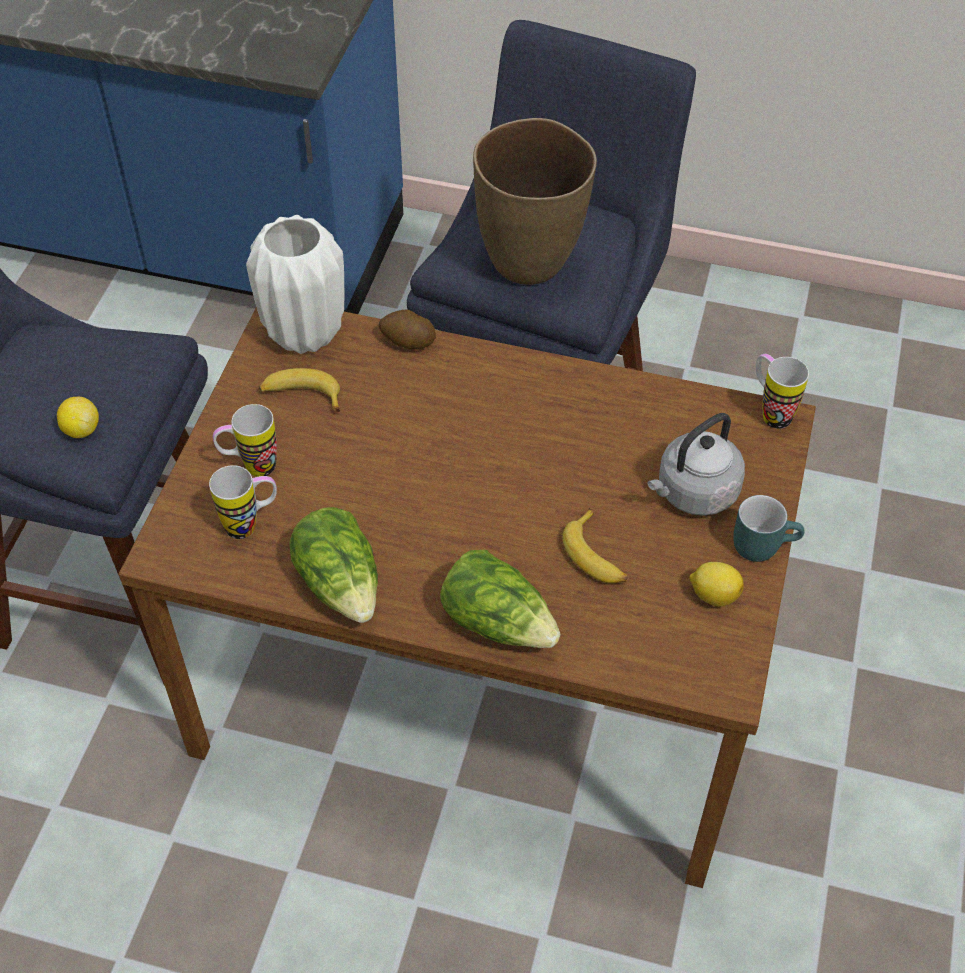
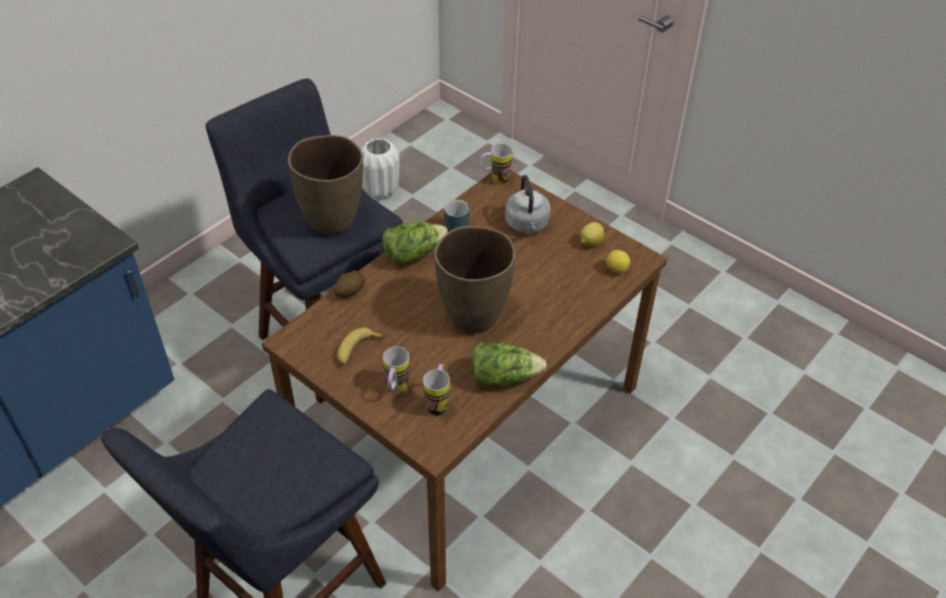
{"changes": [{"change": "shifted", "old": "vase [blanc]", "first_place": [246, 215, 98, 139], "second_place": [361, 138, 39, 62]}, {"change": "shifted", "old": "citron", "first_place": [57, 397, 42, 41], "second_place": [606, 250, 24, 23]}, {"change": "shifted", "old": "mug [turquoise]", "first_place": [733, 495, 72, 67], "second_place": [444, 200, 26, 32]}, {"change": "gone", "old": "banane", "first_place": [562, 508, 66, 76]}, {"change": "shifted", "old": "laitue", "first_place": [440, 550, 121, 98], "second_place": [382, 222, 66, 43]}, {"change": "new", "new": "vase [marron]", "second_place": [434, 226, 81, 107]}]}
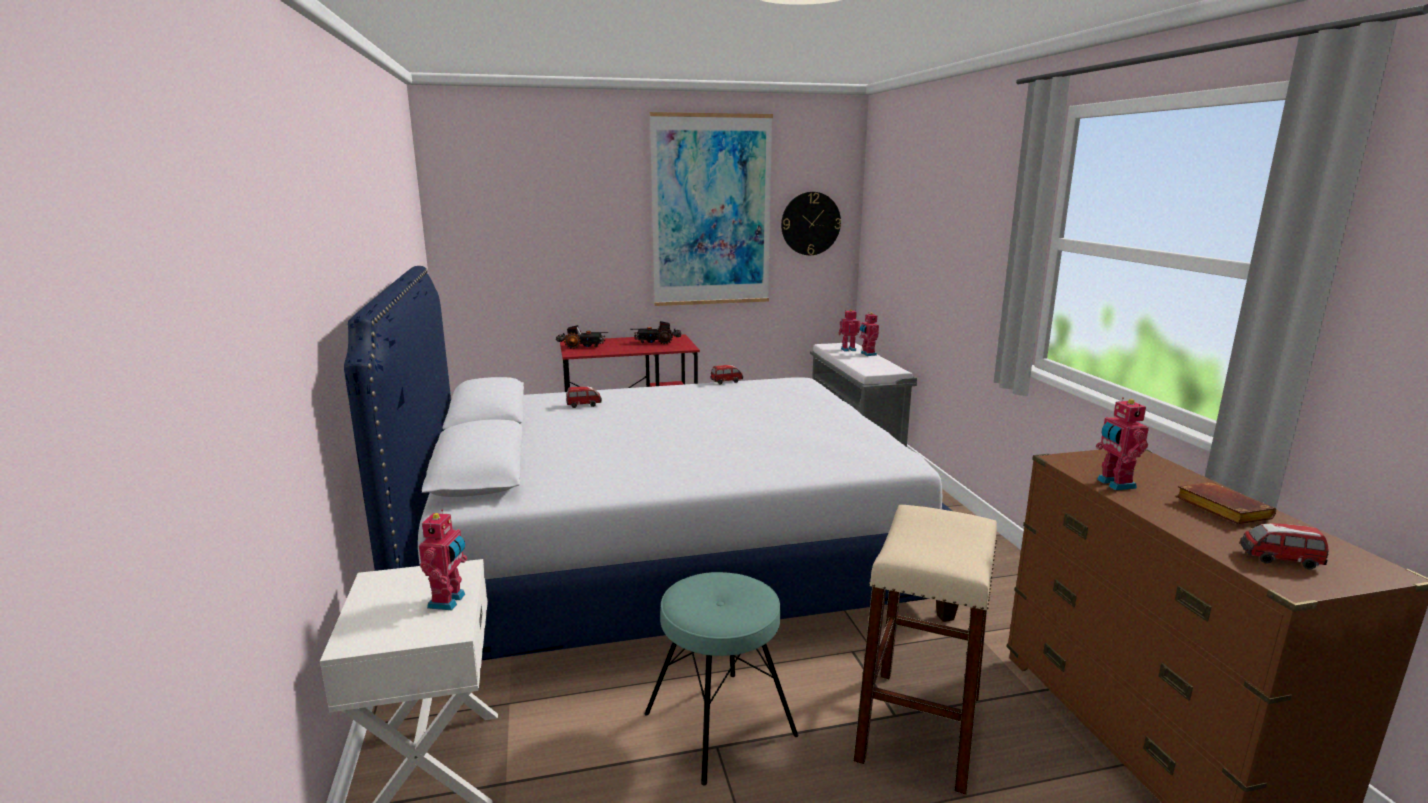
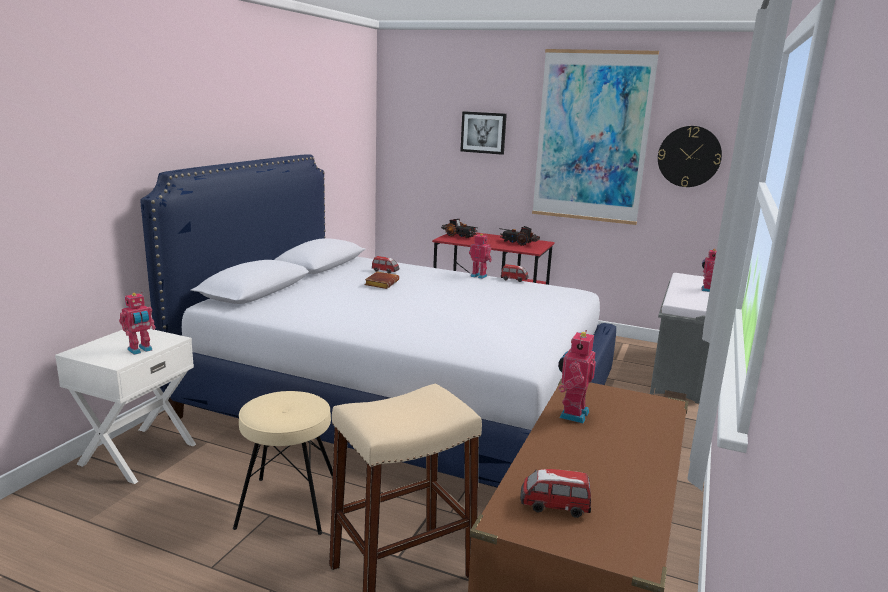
{"changes": [{"change": "shifted", "old": "robot jouet", "first_place": [839, 309, 21, 42], "second_place": [469, 233, 23, 46]}, {"change": "shifted", "old": "livre [marron]", "first_place": [1175, 482, 101, 42], "second_place": [365, 272, 34, 17]}, {"change": "rotated", "old": "petite voiture", "first_place": [1240, 523, 89, 47], "second_place": [520, 469, 71, 49], "degrees": -45}, {"change": "repainted", "old": "tabouret [turquoise]", "new": "tabouret [beige]", "first_place": [644, 572, 155, 213], "second_place": [233, 391, 100, 144]}, {"change": "new", "new": "tableau", "second_place": [460, 111, 47, 44]}]}
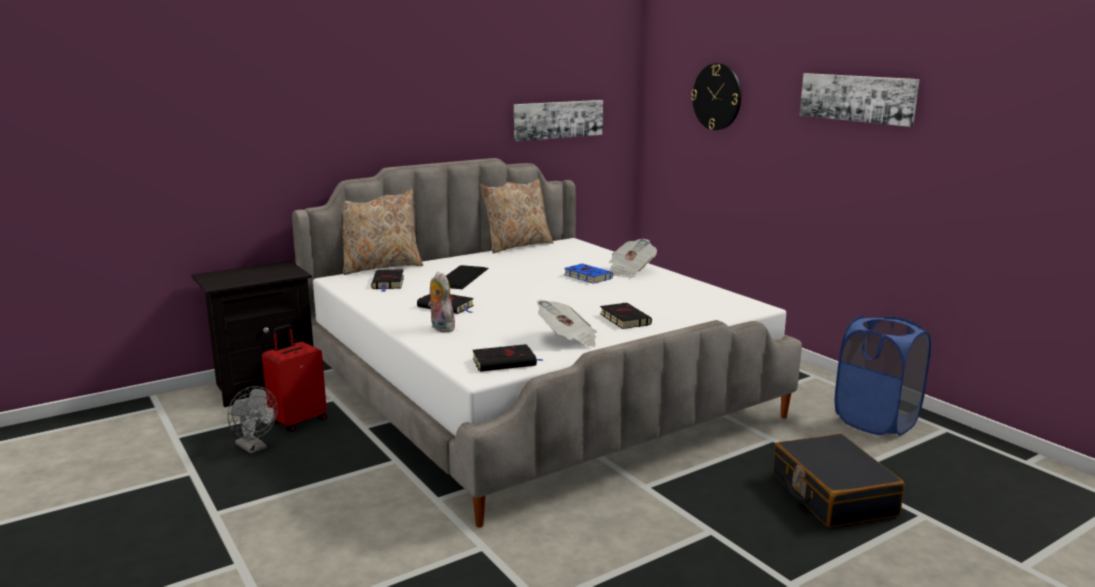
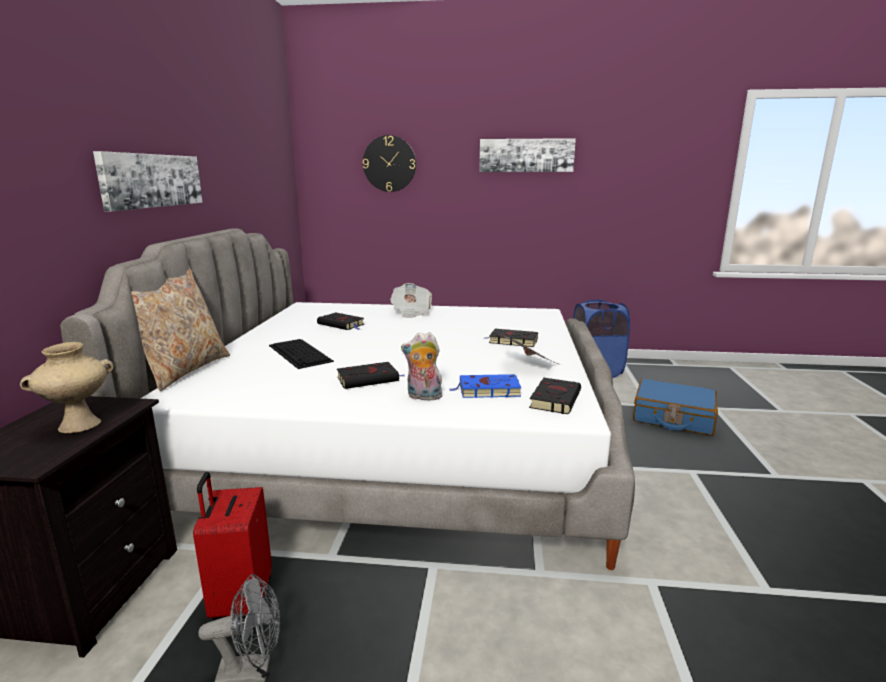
{"changes": [{"change": "shifted", "old": "tableau", "first_place": [514, 100, 89, 41], "second_place": [93, 151, 110, 60]}, {"change": "gone", "old": "coussin [beige]", "first_place": [480, 179, 74, 74]}, {"change": "shifted", "old": "livre [bleu]", "first_place": [564, 264, 49, 20], "second_place": [450, 374, 72, 24]}, {"change": "shifted", "old": "livre [noir]", "first_place": [371, 269, 33, 23], "second_place": [317, 313, 47, 17]}, {"change": "repainted", "old": "valise [noir]", "new": "valise [bleu]", "first_place": [773, 434, 132, 94], "second_place": [633, 379, 85, 57]}, {"change": "new", "new": "vase [beige]", "second_place": [20, 342, 94, 91]}]}
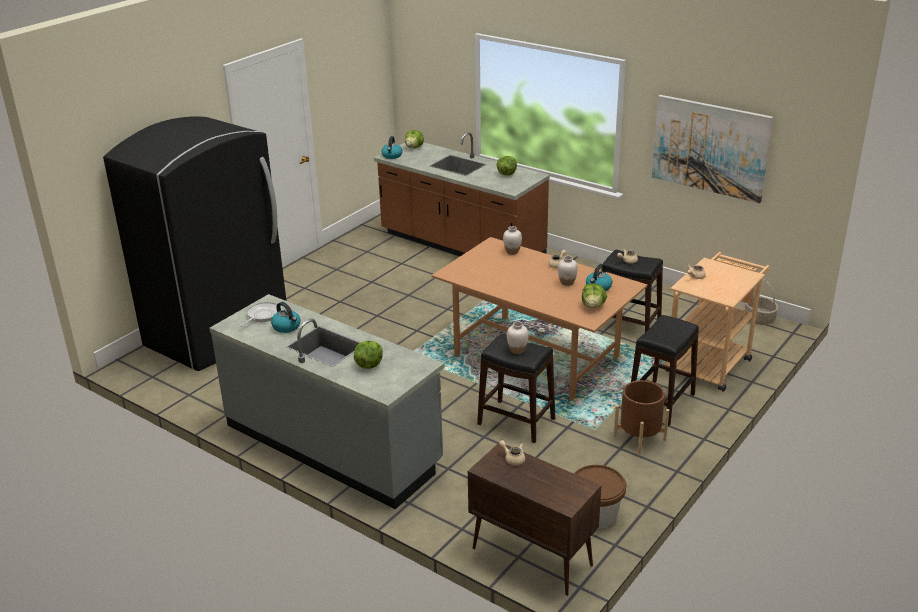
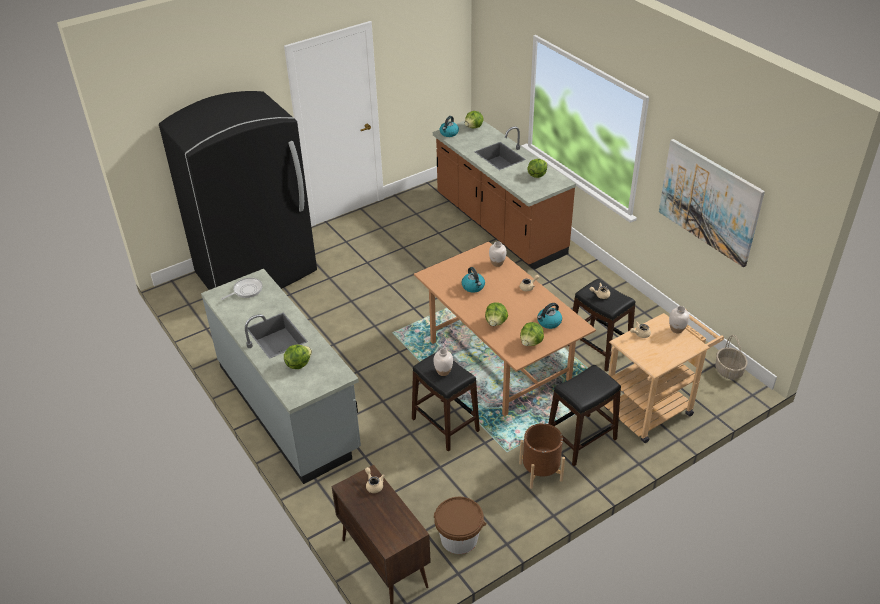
{"changes": [{"change": "shifted", "old": "vase [blanc]", "first_place": [558, 256, 20, 30], "second_place": [669, 306, 20, 27]}, {"change": "shifted", "old": "bouilloire", "first_place": [271, 302, 29, 31], "second_place": [462, 267, 23, 26]}, {"change": "new", "new": "laitue", "second_place": [485, 302, 23, 24]}]}
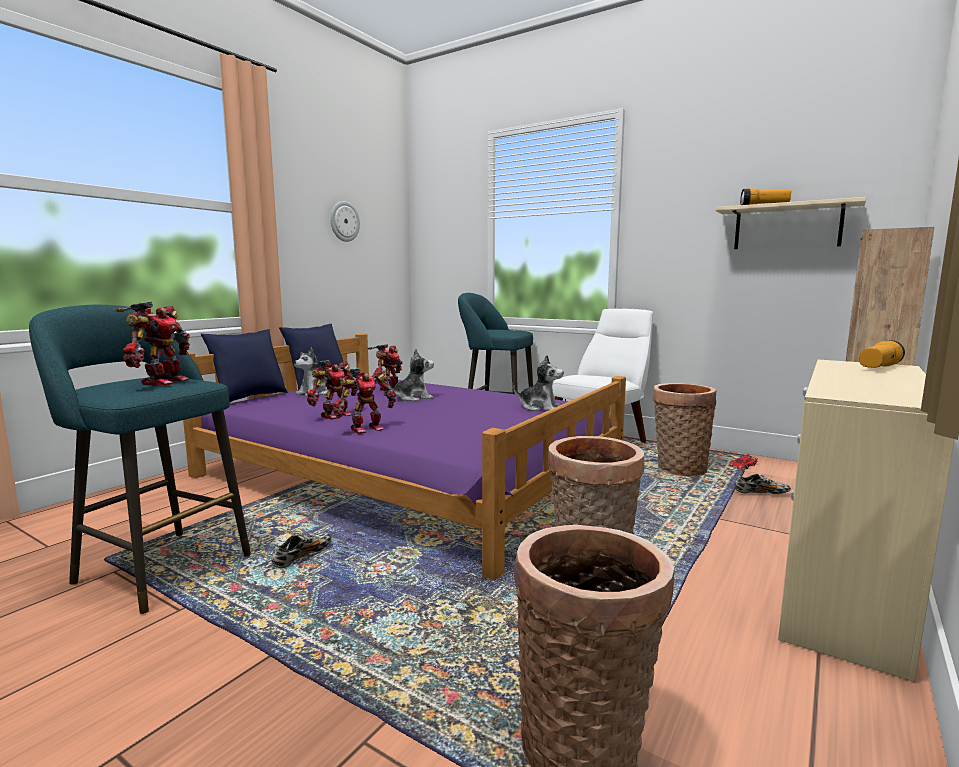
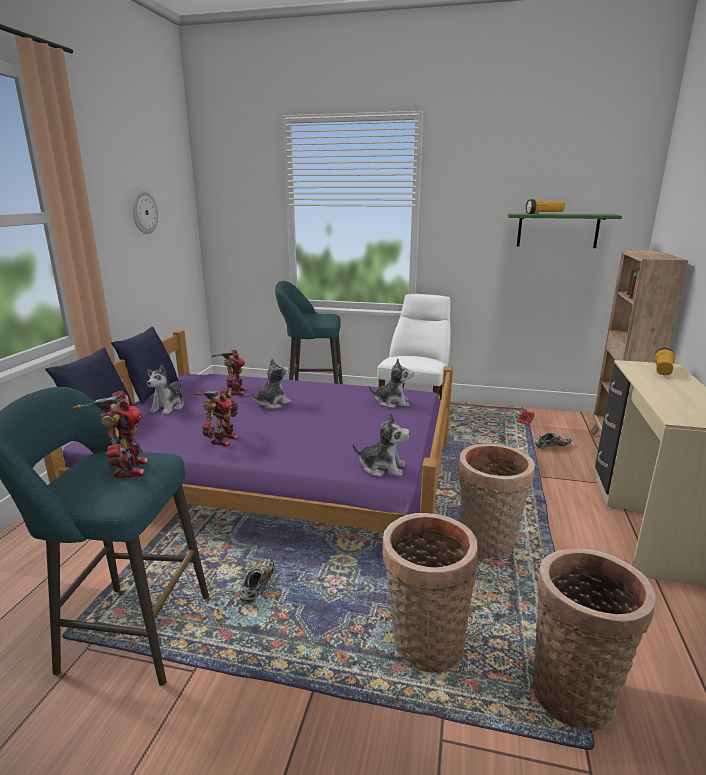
{"changes": [{"change": "repainted", "old": "étagère [beige]", "new": "étagère [vert]", "first_place": [715, 197, 151, 52], "second_place": [508, 213, 114, 35]}, {"change": "gone", "old": "robot jouet", "first_place": [333, 368, 63, 66]}, {"change": "shifted", "old": "panier", "first_place": [653, 383, 63, 94], "second_place": [382, 513, 96, 160]}, {"change": "new", "new": "peluche", "second_place": [352, 412, 58, 65]}]}
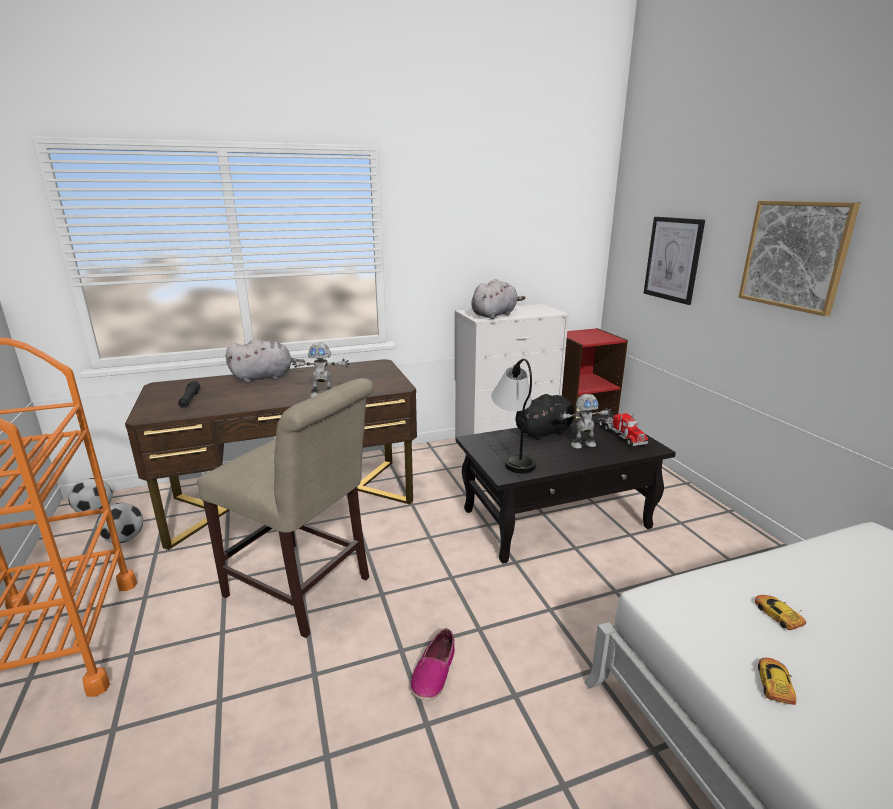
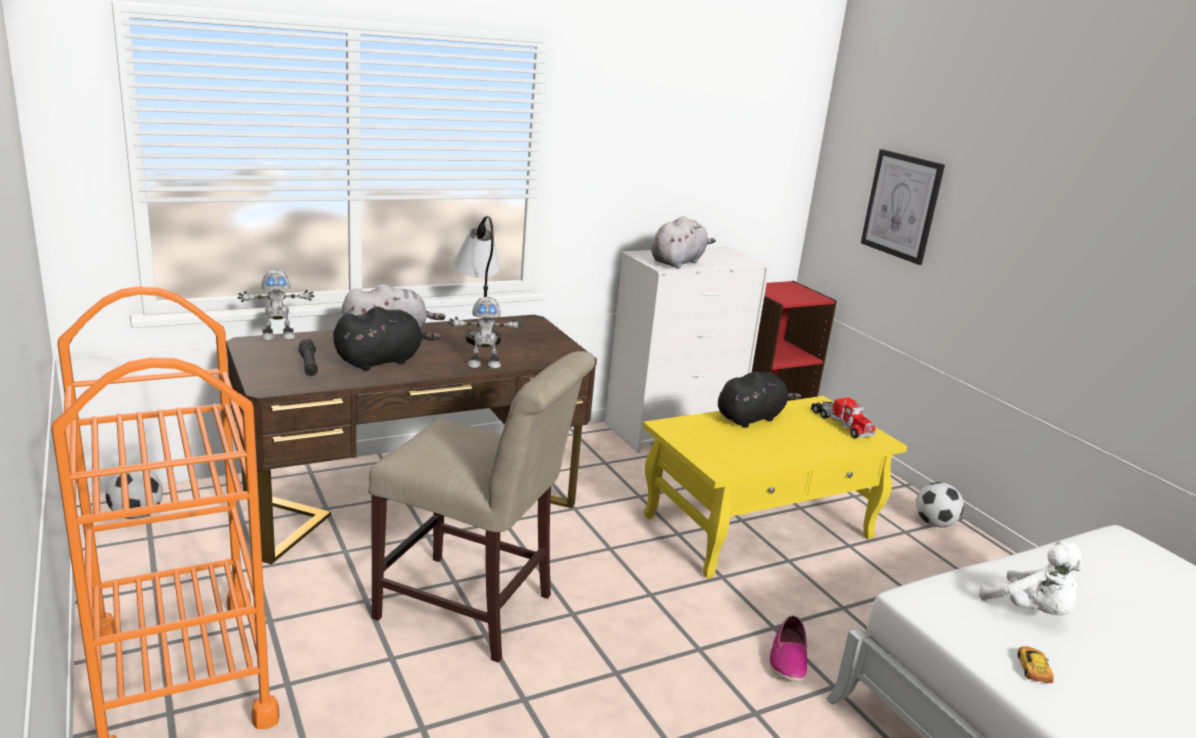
{"changes": [{"change": "gone", "old": "tableau", "first_place": [738, 201, 122, 115]}, {"change": "shifted", "old": "lampe de table", "first_place": [491, 359, 45, 114], "second_place": [454, 216, 47, 130]}, {"change": "shifted", "old": "robot jouet", "first_place": [559, 394, 52, 55], "second_place": [238, 270, 76, 71]}, {"change": "repainted", "old": "table basse [noir]", "new": "table basse [jaune]", "first_place": [456, 413, 220, 151], "second_place": [643, 396, 264, 183]}, {"change": "shifted", "old": "ballon de foot", "first_place": [97, 503, 46, 40], "second_place": [916, 482, 48, 45]}, {"change": "swapped", "old": "petite voiture", "new": "peluche [blanc]", "first_place": [755, 595, 51, 35], "second_place": [979, 541, 105, 75]}, {"change": "shifted", "old": "chaussure", "first_place": [410, 628, 45, 73], "second_place": [769, 615, 38, 67]}, {"change": "new", "new": "peluche [noir]", "second_place": [333, 307, 108, 64]}]}
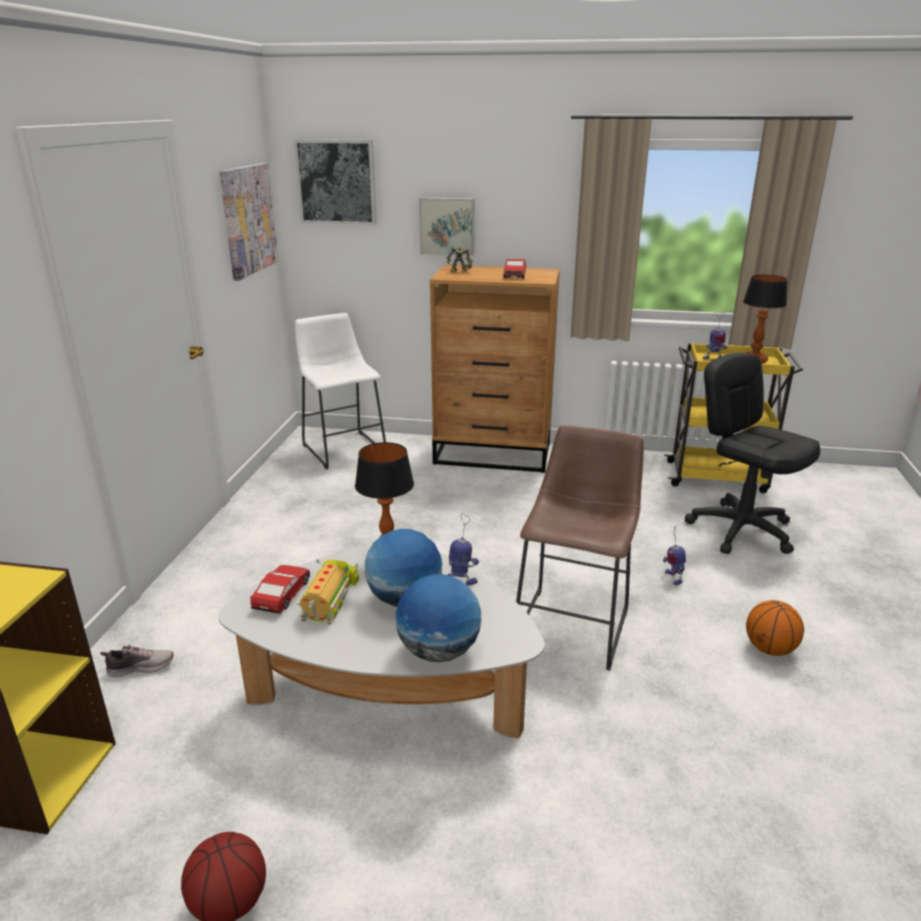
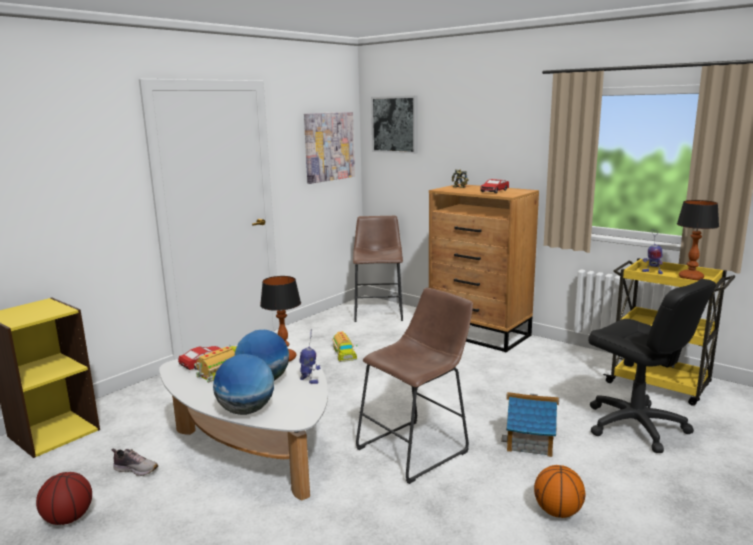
{"changes": [{"change": "gone", "old": "tableau", "first_place": [419, 197, 56, 59]}, {"change": "repainted", "old": "tabouret [blanc]", "new": "tabouret [marron]", "first_place": [295, 313, 91, 156], "second_place": [353, 216, 50, 106]}, {"change": "rotated", "old": "chaise de bureau [noir]", "first_place": [685, 353, 135, 201], "second_place": [588, 279, 128, 174], "degrees": 150}, {"change": "swapped", "old": "robot jouet", "new": "maison miniature", "first_place": [663, 526, 23, 60], "second_place": [501, 392, 58, 65]}, {"change": "shifted", "old": "chaussure", "first_place": [100, 645, 74, 32], "second_place": [112, 448, 46, 28]}, {"change": "new", "new": "camion jouet", "second_place": [332, 331, 25, 31]}]}
